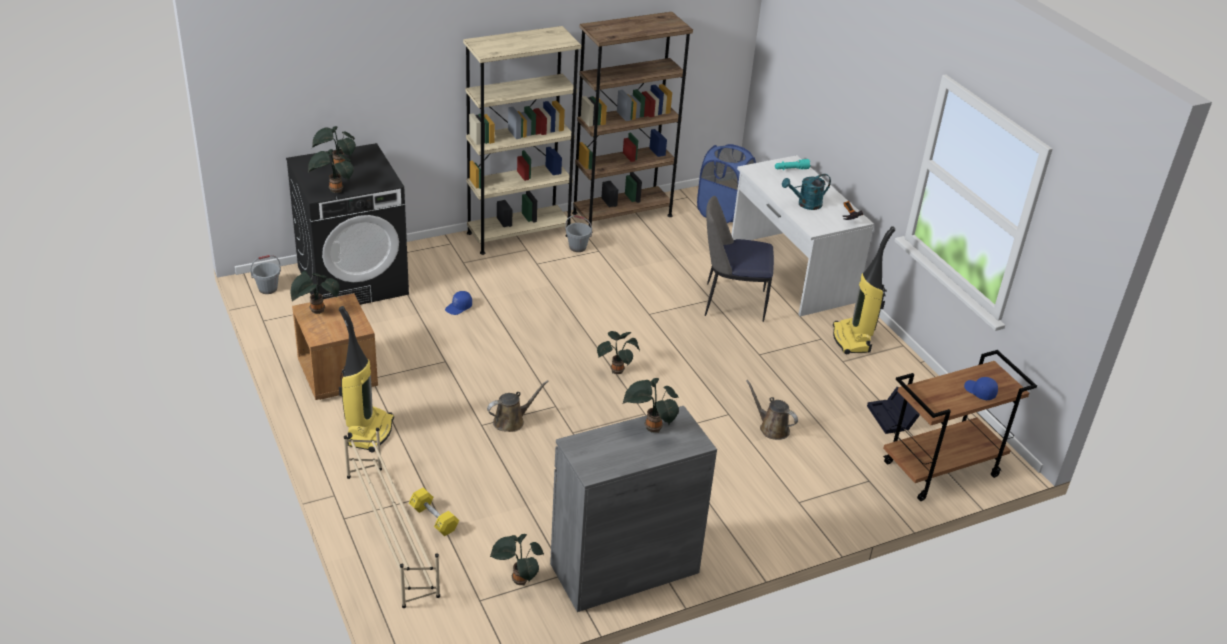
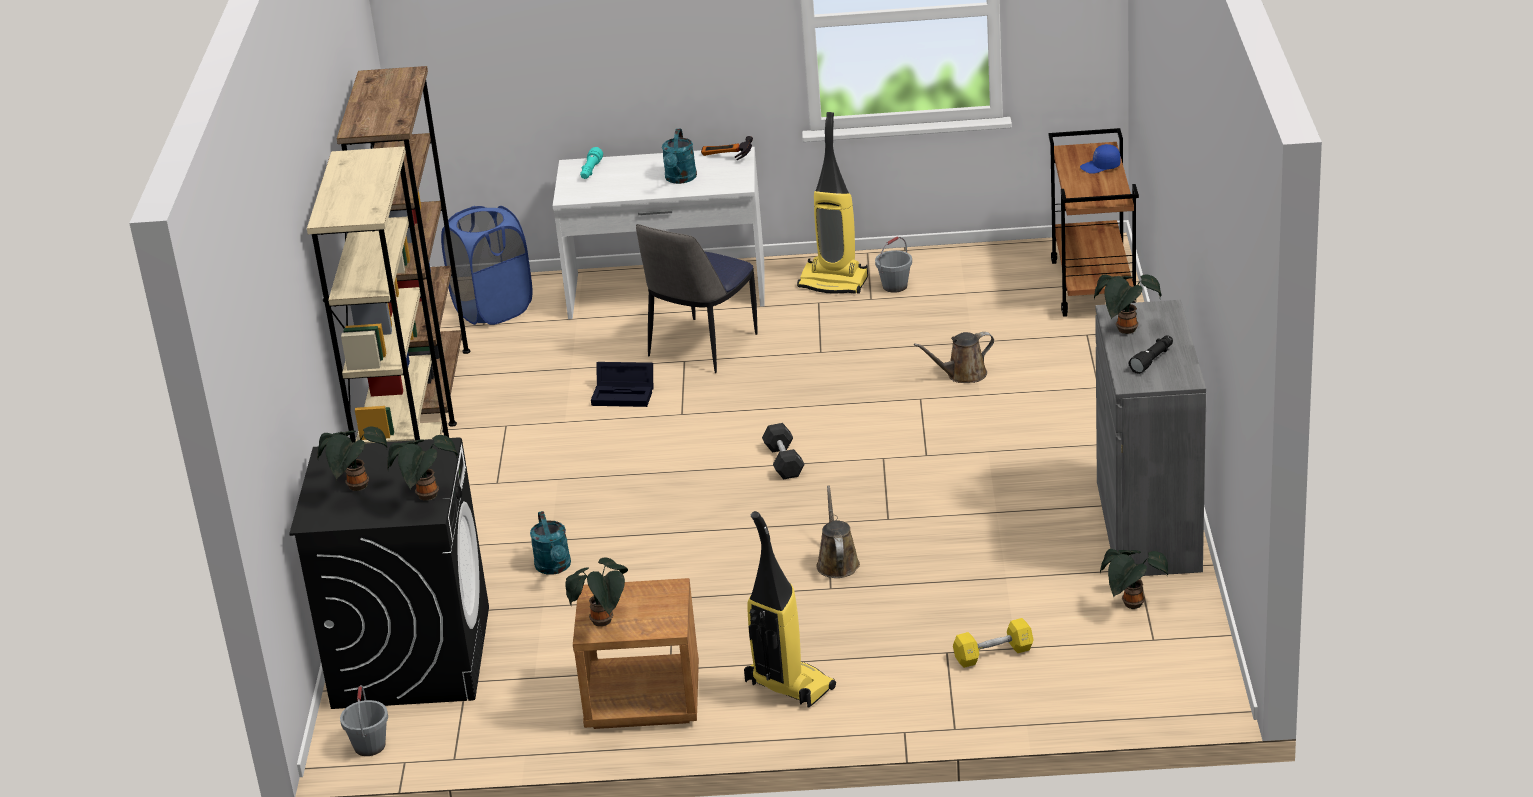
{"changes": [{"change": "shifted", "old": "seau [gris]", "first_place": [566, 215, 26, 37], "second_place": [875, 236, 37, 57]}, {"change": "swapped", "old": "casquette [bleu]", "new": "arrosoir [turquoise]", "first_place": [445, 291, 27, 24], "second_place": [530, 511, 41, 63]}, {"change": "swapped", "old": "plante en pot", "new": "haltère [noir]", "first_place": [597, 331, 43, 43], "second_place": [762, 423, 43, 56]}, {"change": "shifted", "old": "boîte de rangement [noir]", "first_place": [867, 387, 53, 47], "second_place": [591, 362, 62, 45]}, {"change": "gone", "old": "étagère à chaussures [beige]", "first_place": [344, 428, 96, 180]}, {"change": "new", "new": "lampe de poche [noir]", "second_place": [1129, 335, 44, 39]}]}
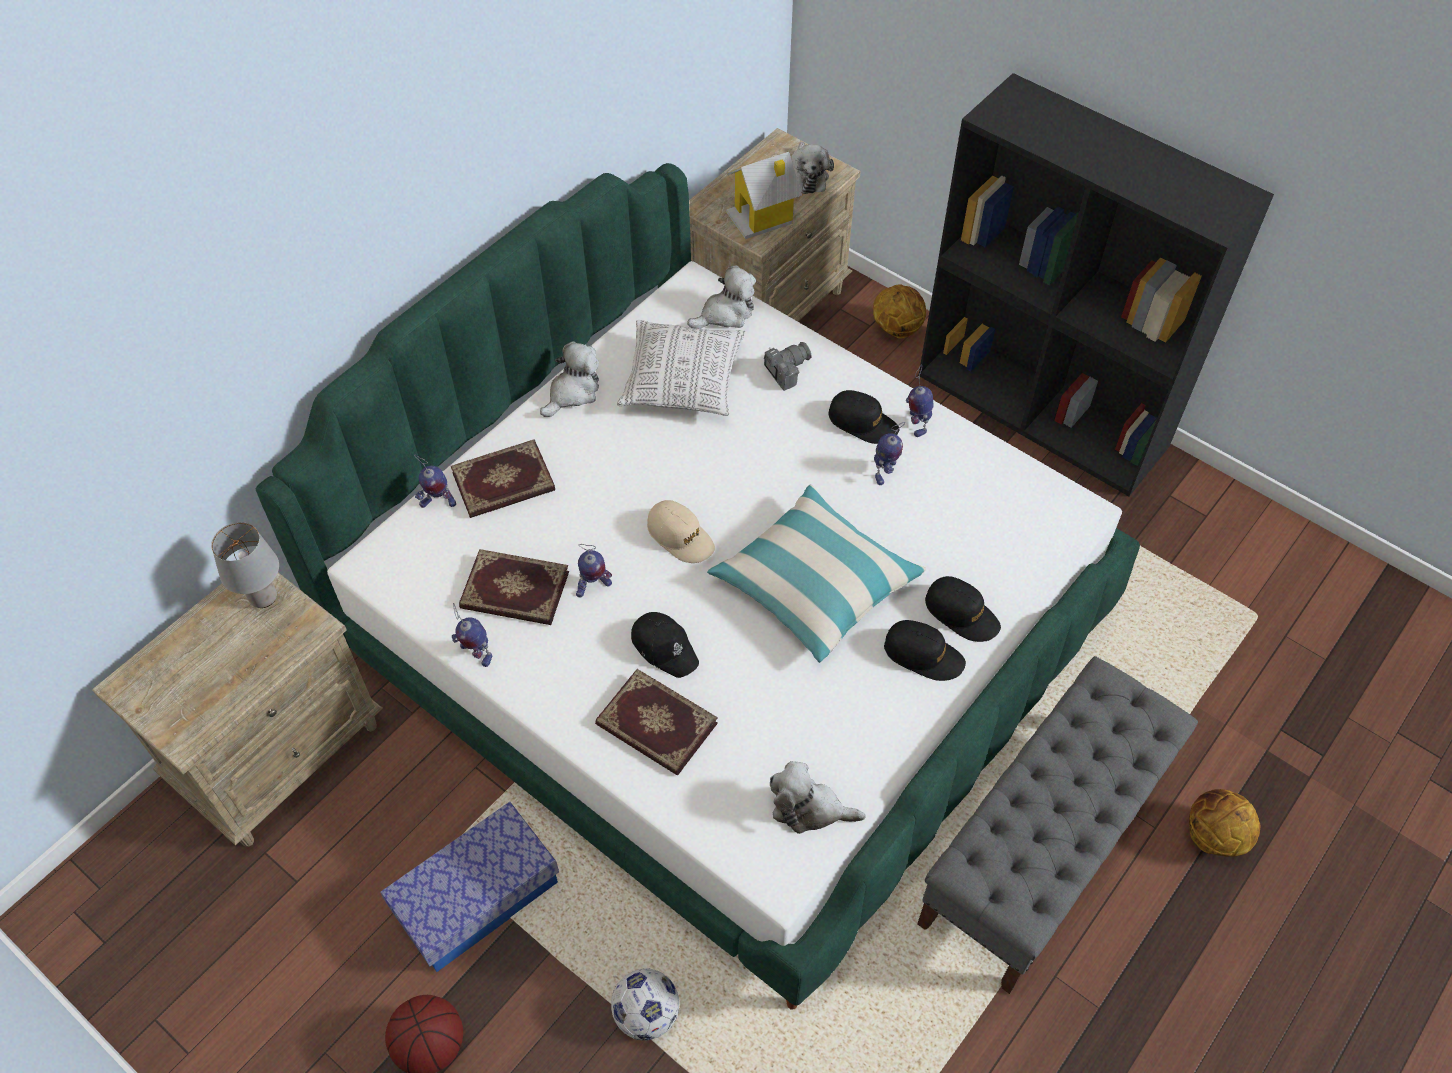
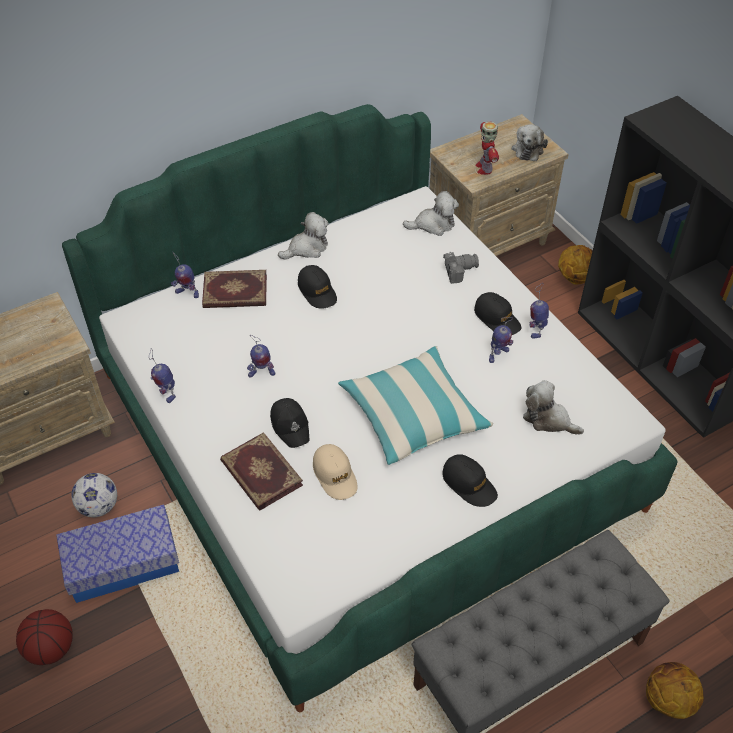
{"changes": [{"change": "swapped", "old": "maison miniature", "new": "robot jouet", "first_place": [726, 152, 76, 87], "second_place": [475, 121, 24, 54]}, {"change": "gone", "old": "coussin", "first_place": [617, 320, 128, 96]}, {"change": "shifted", "old": "casquette [beige]", "first_place": [647, 500, 68, 63], "second_place": [313, 444, 45, 56]}, {"change": "gone", "old": "lampe de table [gris]", "first_place": [211, 522, 68, 86]}, {"change": "gone", "old": "livre", "first_place": [459, 549, 110, 76]}, {"change": "shifted", "old": "casquette [noir]", "first_place": [925, 576, 76, 66], "second_place": [298, 265, 39, 44]}, {"change": "shifted", "old": "peluche", "first_place": [770, 761, 96, 73], "second_place": [523, 380, 61, 55]}, {"change": "shifted", "old": "ballon de foot", "first_place": [611, 968, 68, 73], "second_place": [71, 473, 46, 44]}]}
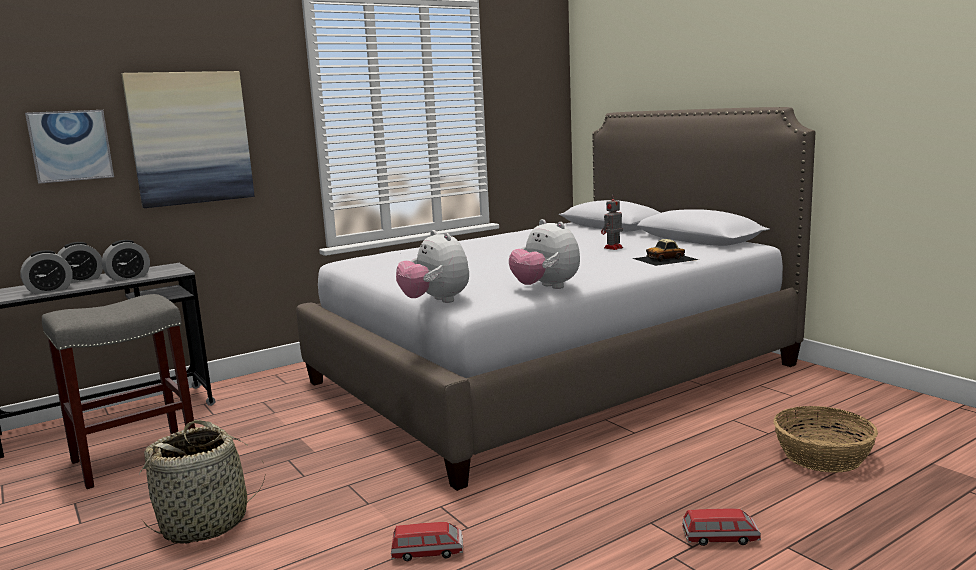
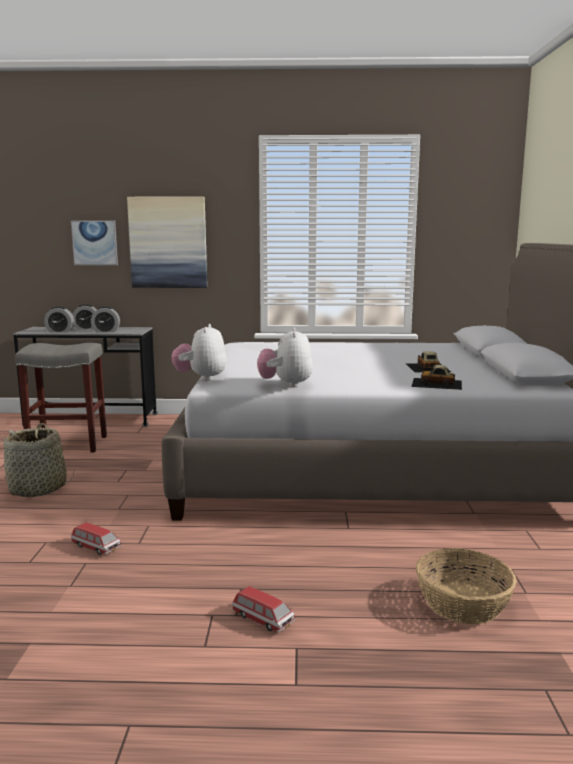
{"changes": [{"change": "swapped", "old": "robot jouet", "new": "petite voiture", "first_place": [601, 198, 22, 52], "second_place": [405, 351, 46, 21]}]}
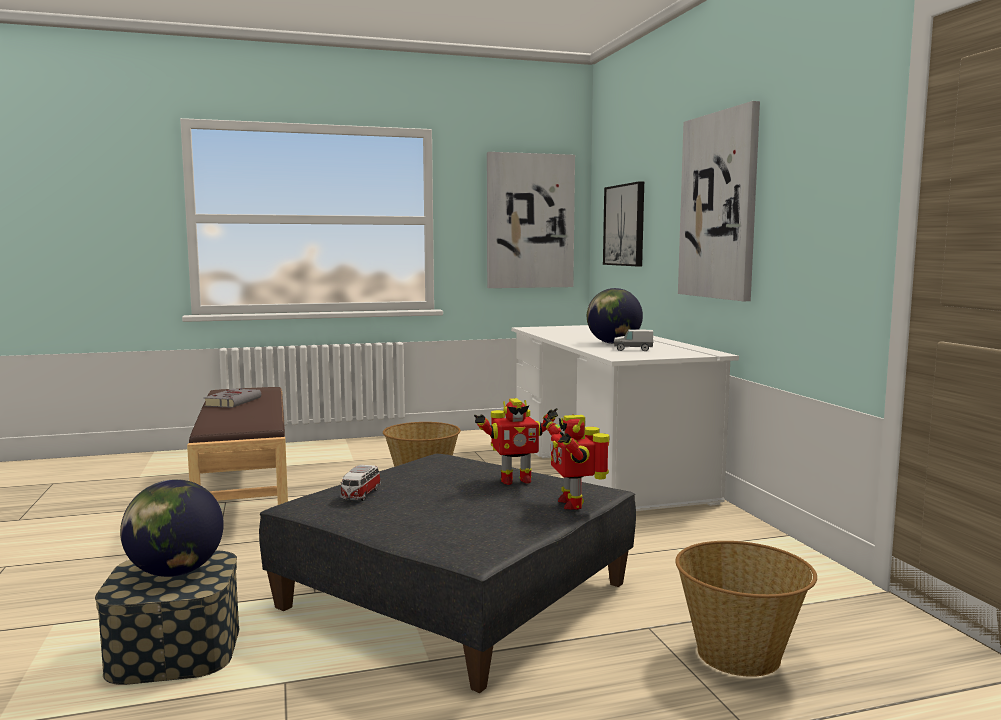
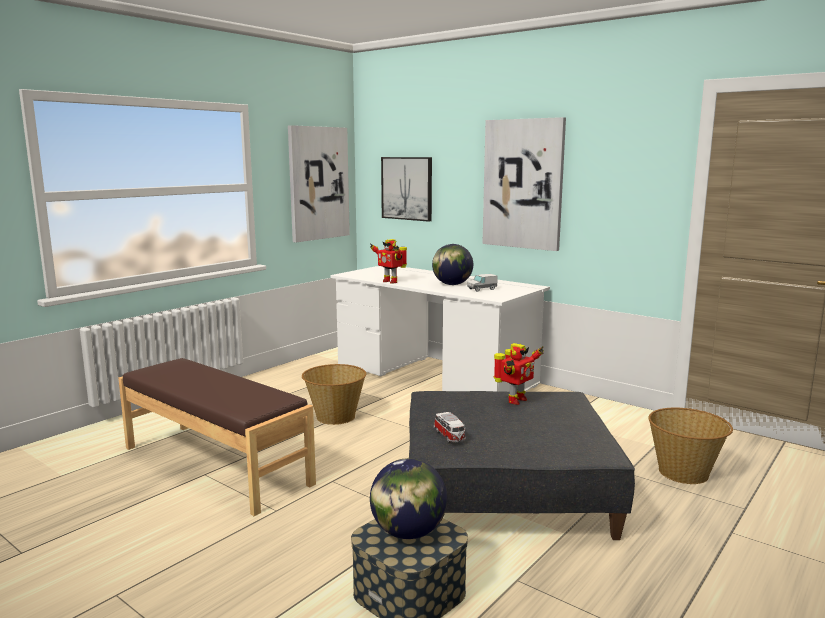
{"changes": [{"change": "gone", "old": "livre [gris]", "first_place": [204, 389, 57, 19]}, {"change": "shifted", "old": "robot jouet", "first_place": [543, 415, 66, 95], "second_place": [370, 239, 37, 45]}]}
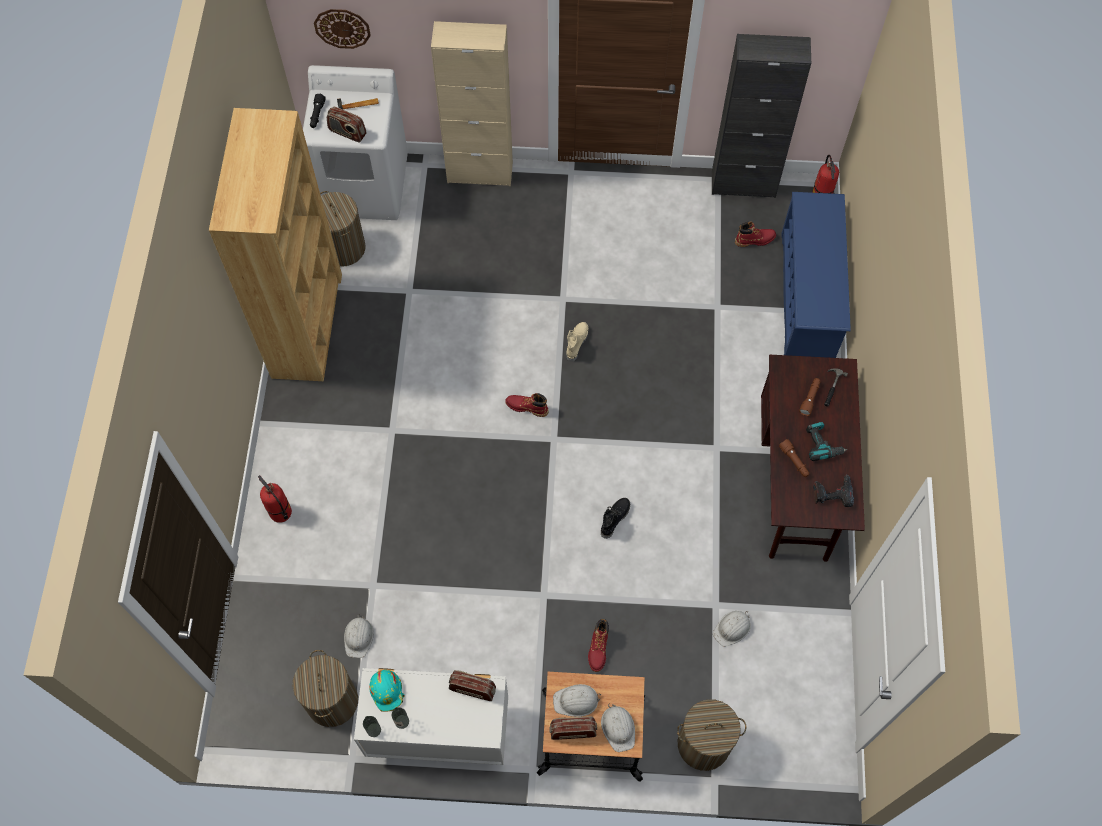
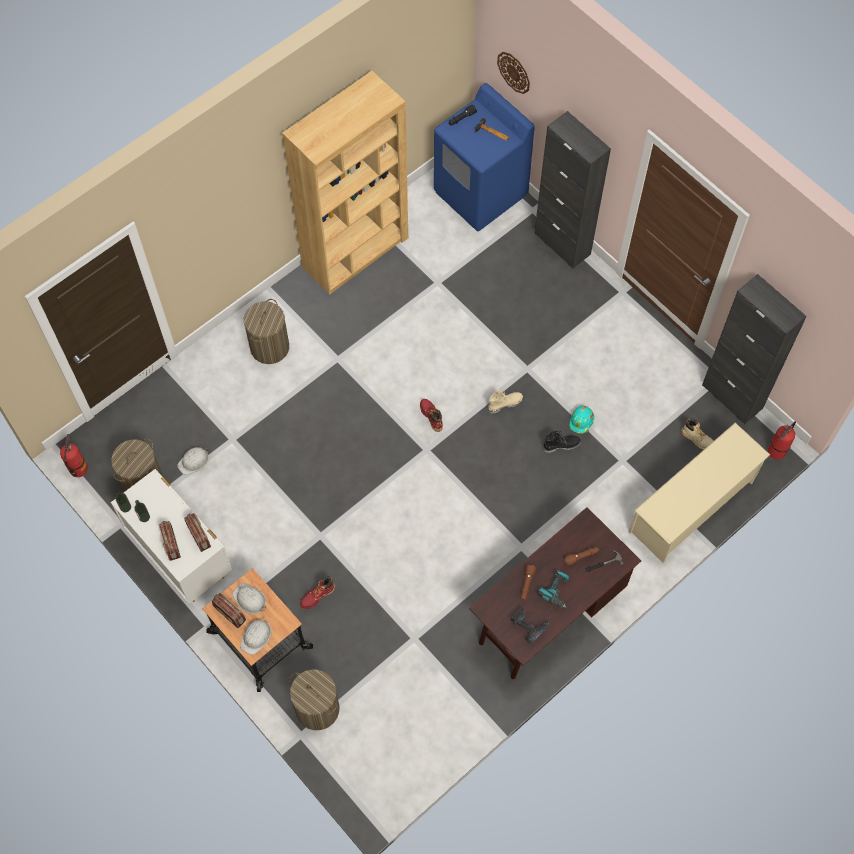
{"changes": [{"change": "repainted", "old": "meuble de rangement [beige]", "new": "meuble de rangement [noir]", "first_place": [431, 21, 82, 165], "second_place": [534, 111, 77, 158]}, {"change": "repainted", "old": "lave-linge [blanc]", "new": "lave-linge [bleu]", "first_place": [303, 65, 105, 155], "second_place": [434, 83, 101, 148]}, {"change": "shifted", "old": "radio", "first_place": [327, 107, 40, 35], "second_place": [159, 521, 22, 40]}, {"change": "shifted", "old": "panier à linge", "first_place": [320, 191, 45, 76], "second_place": [244, 299, 45, 65]}, {"change": "repainted", "old": "étagère à chaussures [bleu]", "new": "étagère à chaussures [beige]", "first_place": [781, 192, 70, 166], "second_place": [629, 423, 141, 140]}, {"change": "repainted", "old": "botte [rouge]", "new": "botte [beige]", "first_place": [735, 222, 41, 25], "second_place": [681, 419, 33, 31]}, {"change": "shifted", "old": "extincteur", "first_place": [258, 475, 34, 48], "second_place": [60, 434, 28, 43]}, {"change": "shifted", "old": "botte [noir]", "first_place": [601, 498, 29, 41], "second_place": [543, 430, 38, 23]}, {"change": "gone", "old": "casque de chantier [blanc]", "first_place": [713, 611, 38, 36]}, {"change": "shifted", "old": "casque de chantier [turquoise]", "first_place": [369, 670, 35, 42], "second_place": [569, 406, 25, 27]}]}
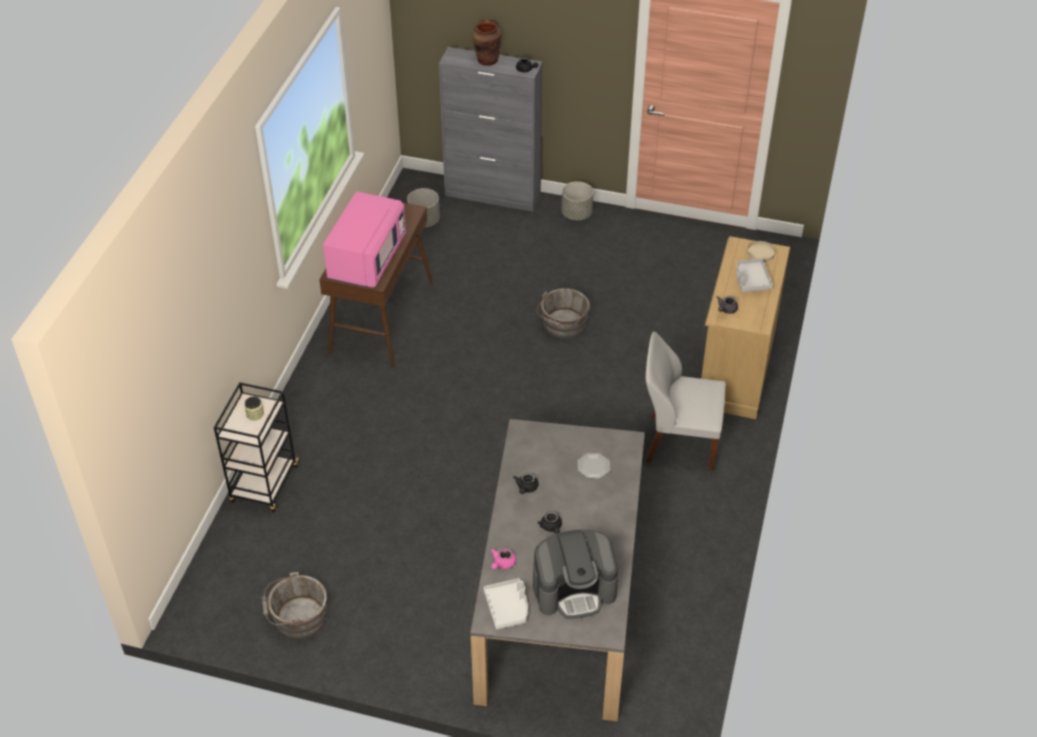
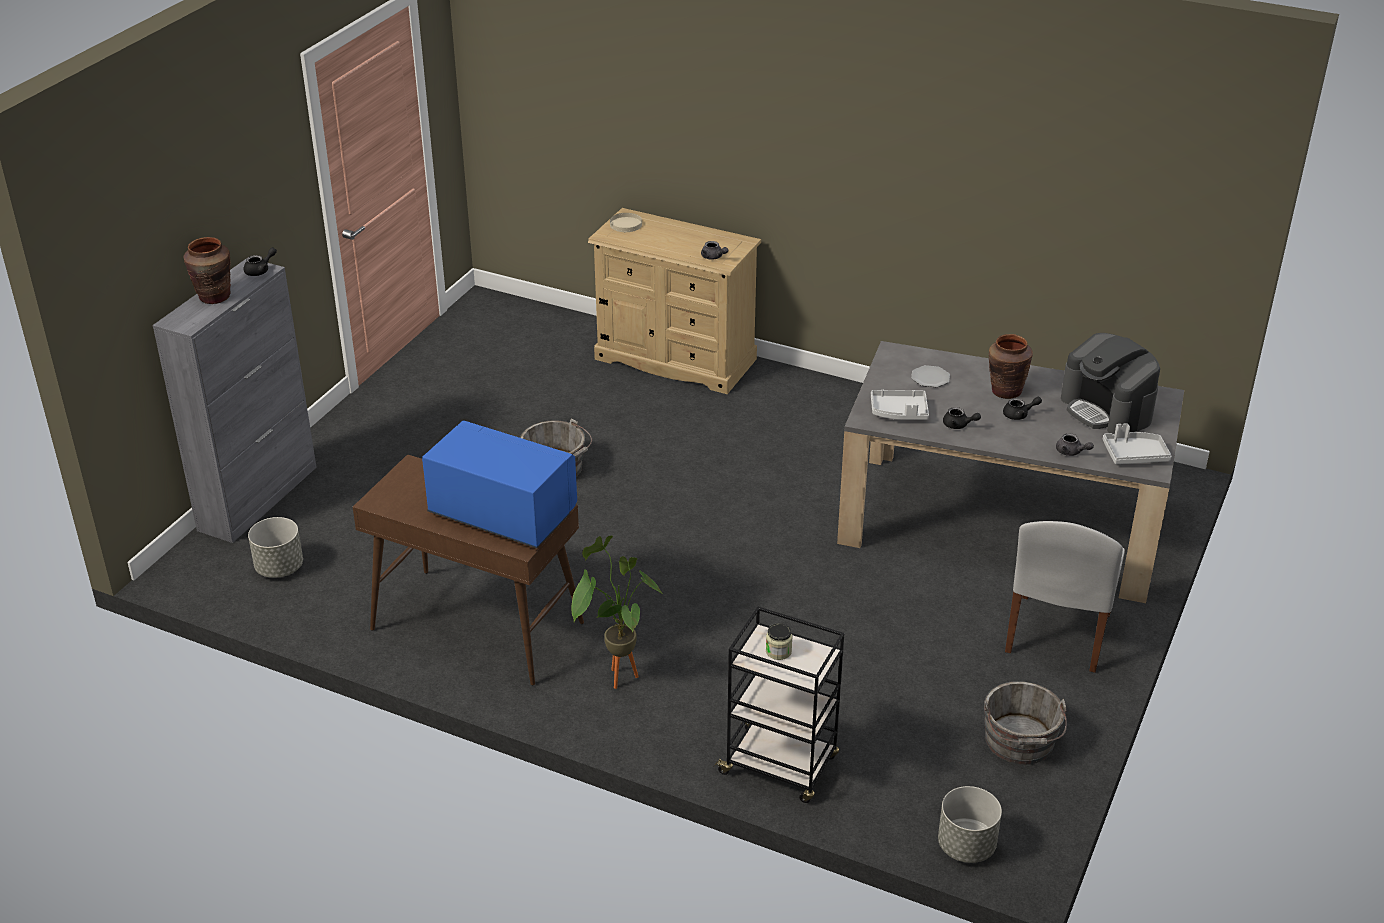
{"changes": [{"change": "shifted", "old": "cache-pot [gris]", "first_place": [561, 181, 32, 39], "second_place": [938, 786, 64, 77]}, {"change": "repainted", "old": "micro-ondes [rose]", "new": "micro-ondes [bleu]", "first_place": [323, 192, 83, 96], "second_place": [422, 421, 155, 127]}, {"change": "shifted", "old": "plateau [gris]", "first_place": [736, 258, 37, 34], "second_place": [871, 390, 58, 30]}, {"change": "shifted", "old": "chaise [blanc]", "first_place": [646, 332, 80, 139], "second_place": [1005, 521, 120, 152]}, {"change": "rotated", "old": "machine à café", "first_place": [533, 529, 85, 90], "second_place": [1061, 333, 99, 101], "degrees": 150}, {"change": "repainted", "old": "théière [rose]", "new": "théière [gris]", "first_place": [490, 548, 26, 21], "second_place": [1056, 433, 38, 23]}, {"change": "new", "new": "vase [marron]", "second_place": [989, 334, 44, 65]}, {"change": "new", "new": "plante en pot", "second_place": [571, 536, 93, 153]}]}
